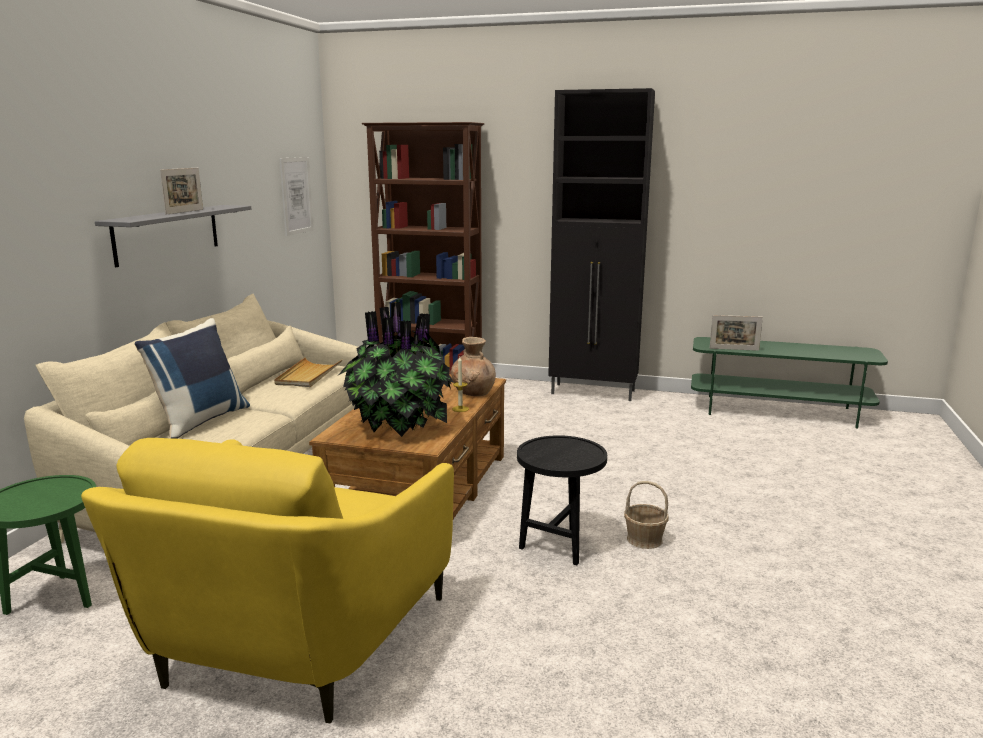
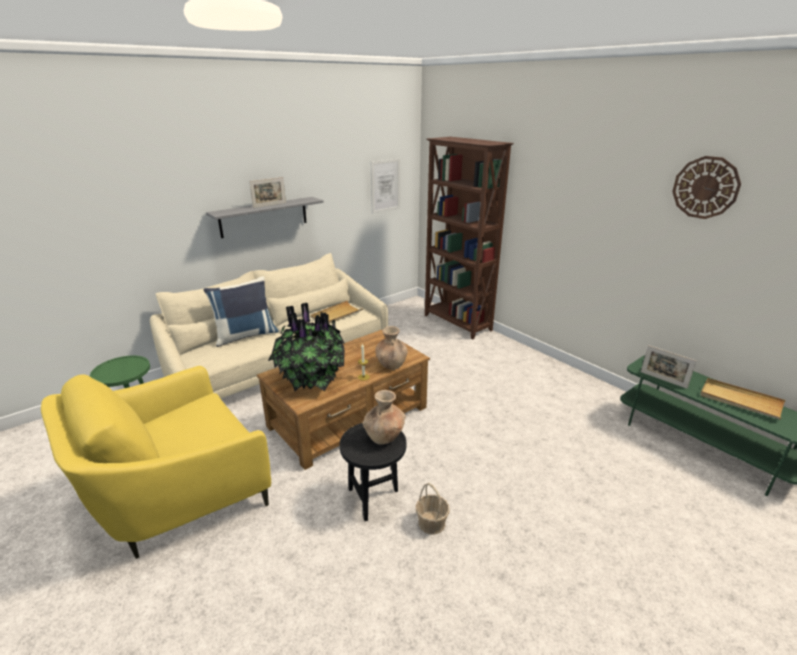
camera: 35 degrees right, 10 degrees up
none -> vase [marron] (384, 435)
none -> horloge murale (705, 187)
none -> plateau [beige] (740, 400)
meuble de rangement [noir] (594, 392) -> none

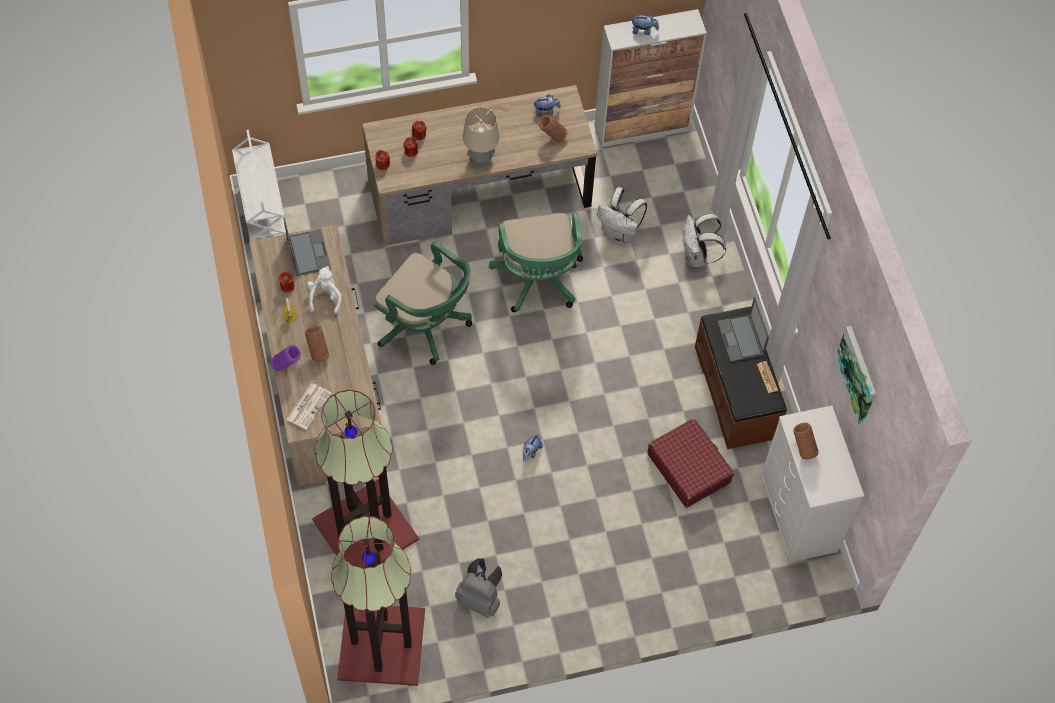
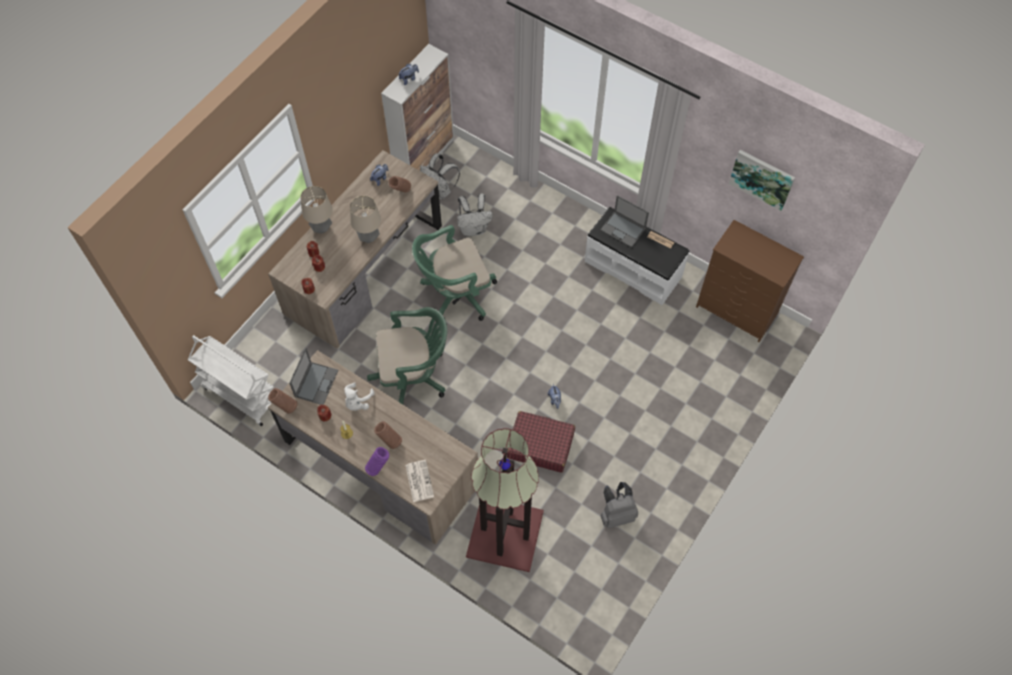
camera: 40 degrees left, 0 degrees up
vase [marron] (802, 449) -> vase [marron] (285, 407), relocated
ordinateur portable (308, 252) -> ordinateur portable (316, 383), 75 degrees clockwise
none -> lampe de table (321, 228)
peluche [blanc] (325, 297) -> peluche [blanc] (357, 402), 120 degrees counterclockwise
chaise de bureau [vert] (538, 281) -> chaise de bureau [vert] (455, 294), 120 degrees clockwise
sac à dos [blanc] (697, 256) -> sac à dos [blanc] (440, 191), relocated
valise [rouge] (688, 468) -> valise [rouge] (540, 445), relocated
banc [marron] (736, 392) -> banc [blanc] (633, 268)
commode [blanc] (798, 515) -> commode [marron] (737, 310)
lampadaire (380, 643) -> none

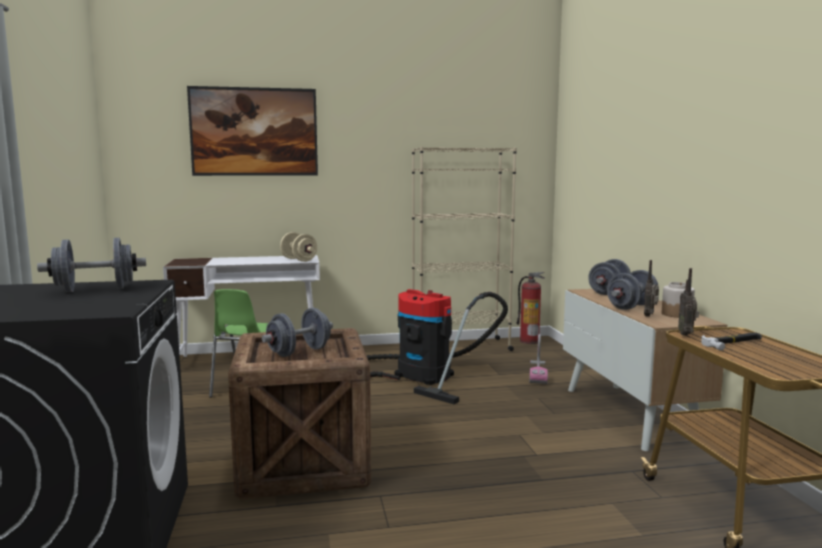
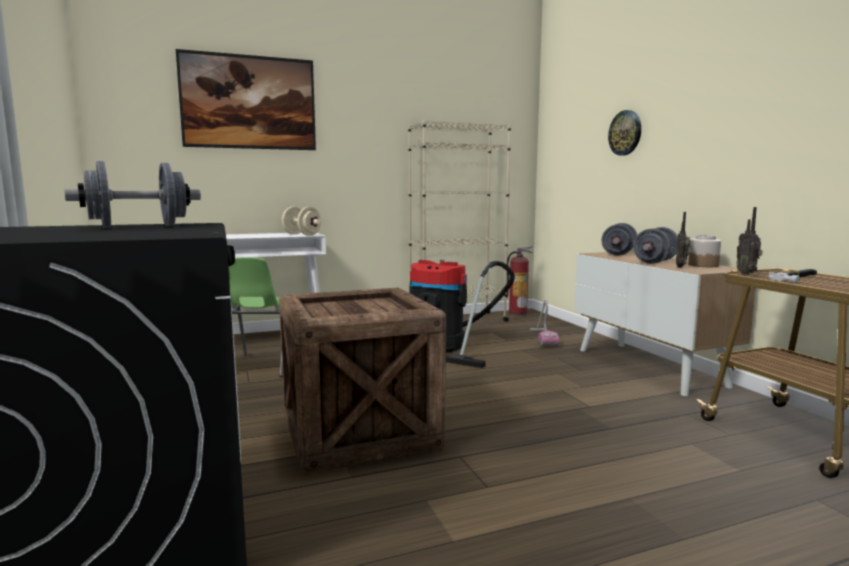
camera: 10 degrees left, 0 degrees up
none -> horloge murale (625, 133)
haltère [gris] (299, 352) -> none

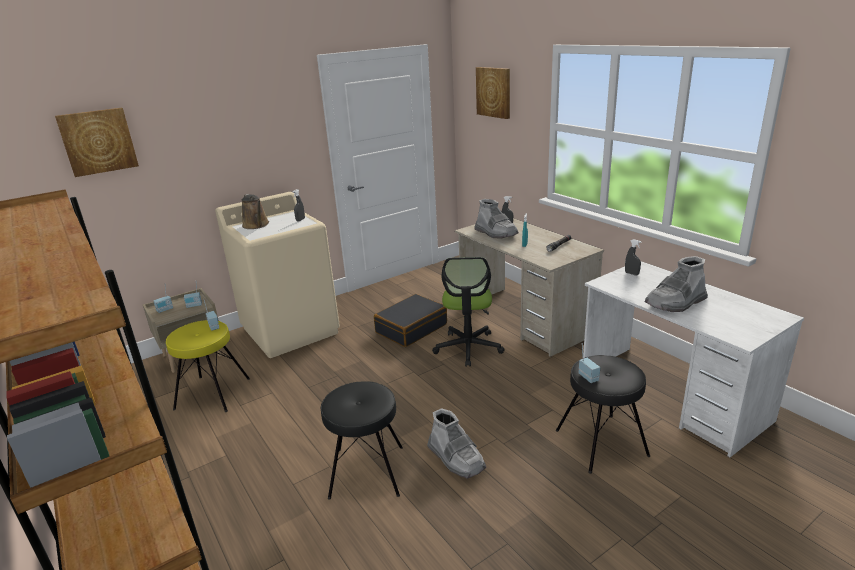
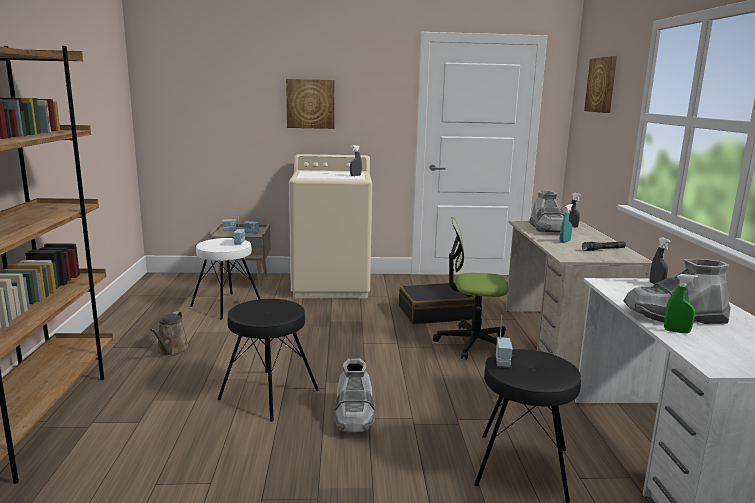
camera: 30 degrees right, 10 degrees down
arrosoir [marron] (256, 225) -> arrosoir [marron] (171, 351), relocated
tabouret [jaune] (212, 393) -> tabouret [blanc] (226, 305)
tableau (98, 141) -> tableau (310, 104), relocated
chaise de bureau (468, 348) -> chaise de bureau (472, 343), 60 degrees clockwise
none -> vaporisateur [vert] (676, 331)

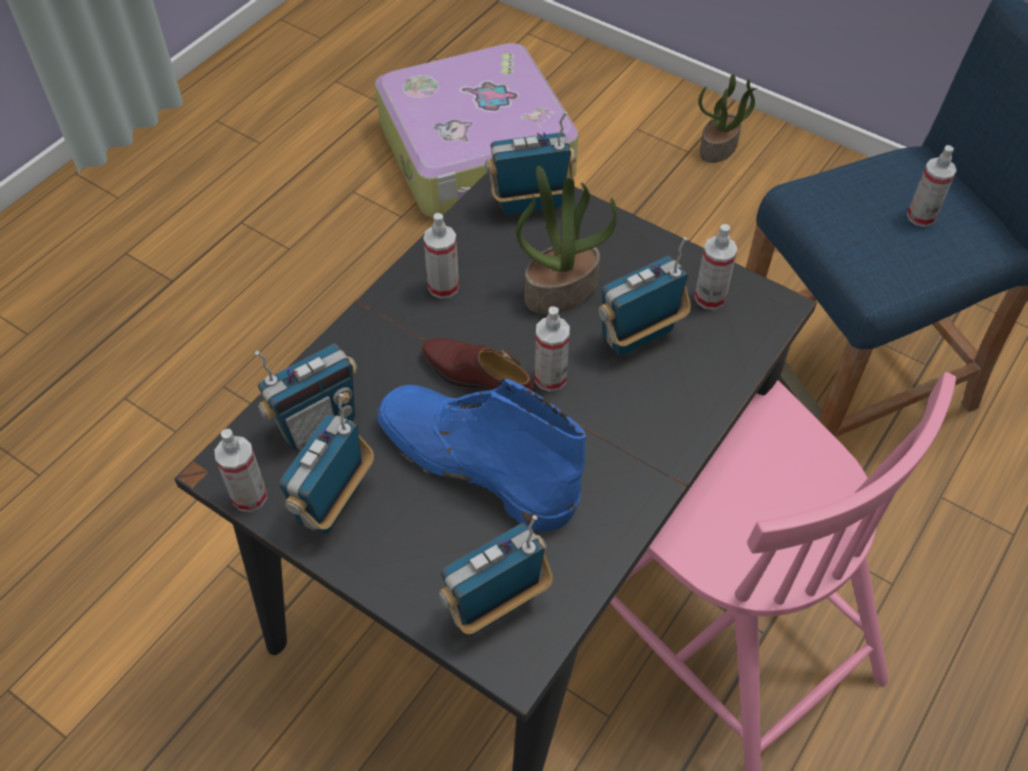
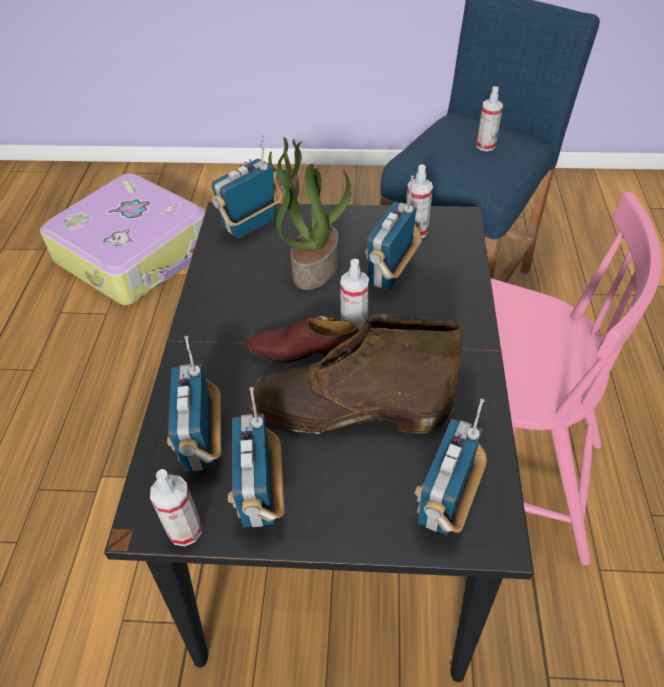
camera: 30 degrees left, 5 degrees down
radio (316, 424) -> radio (202, 444), 150 degrees clockwise
botte [bleu] (474, 463) -> botte [marron] (347, 409)
vaporisateur (443, 287) -> none

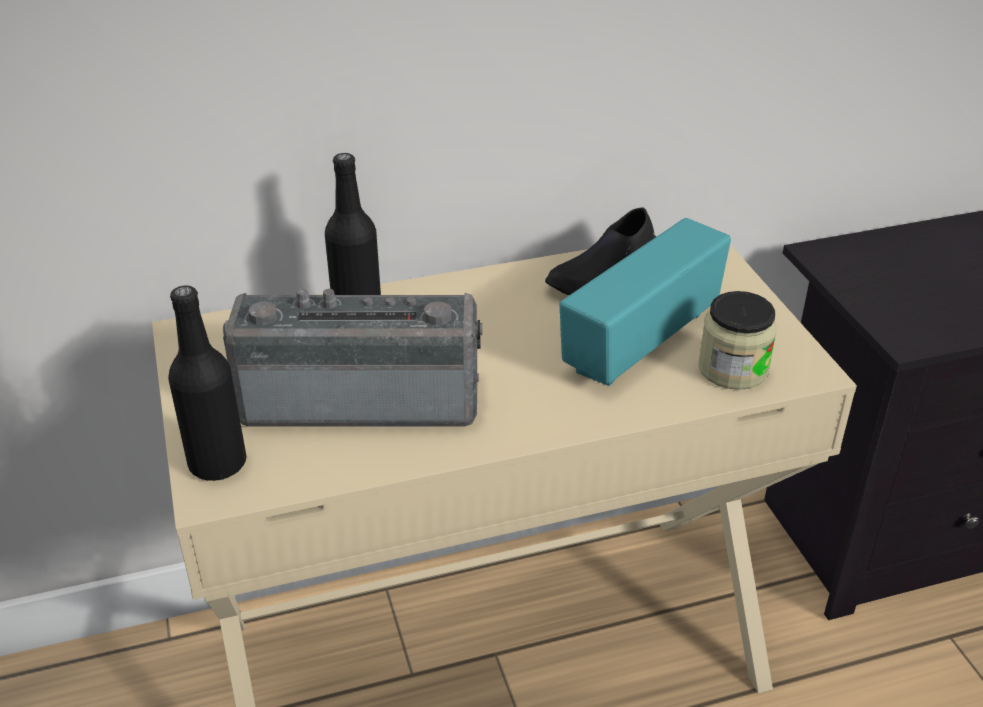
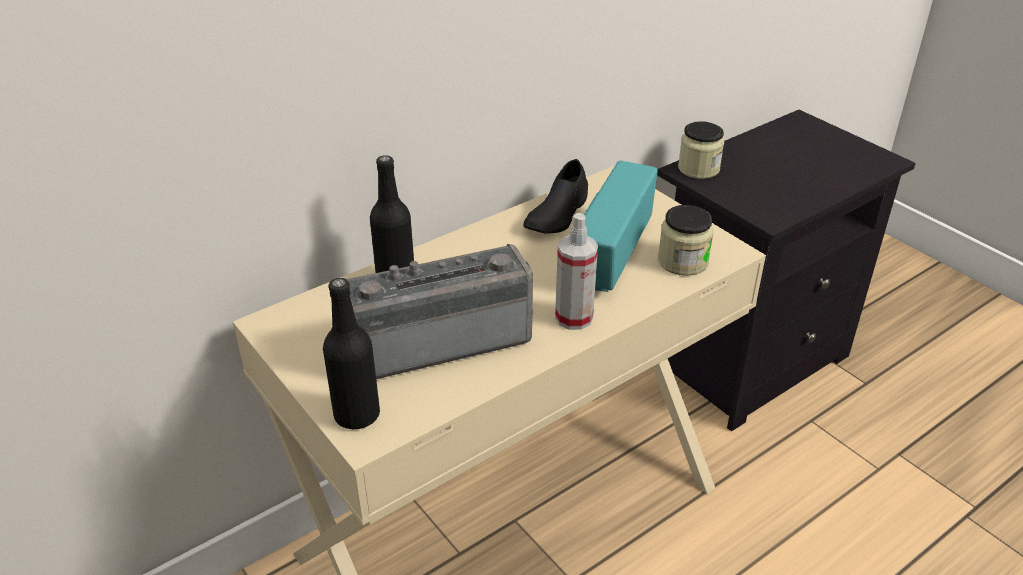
camera: 20 degrees left, 0 degrees up
none -> vaporisateur (574, 317)
none -> bocal (698, 169)

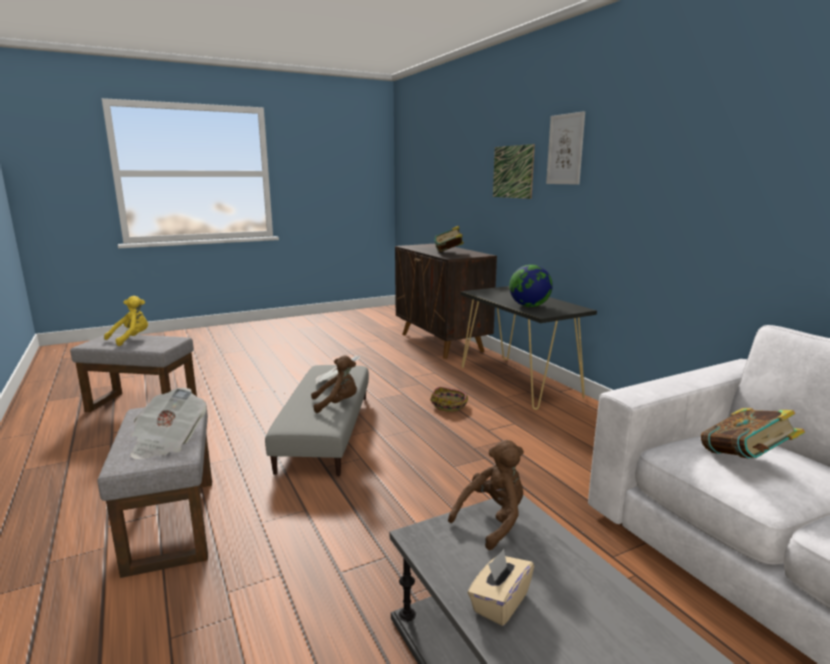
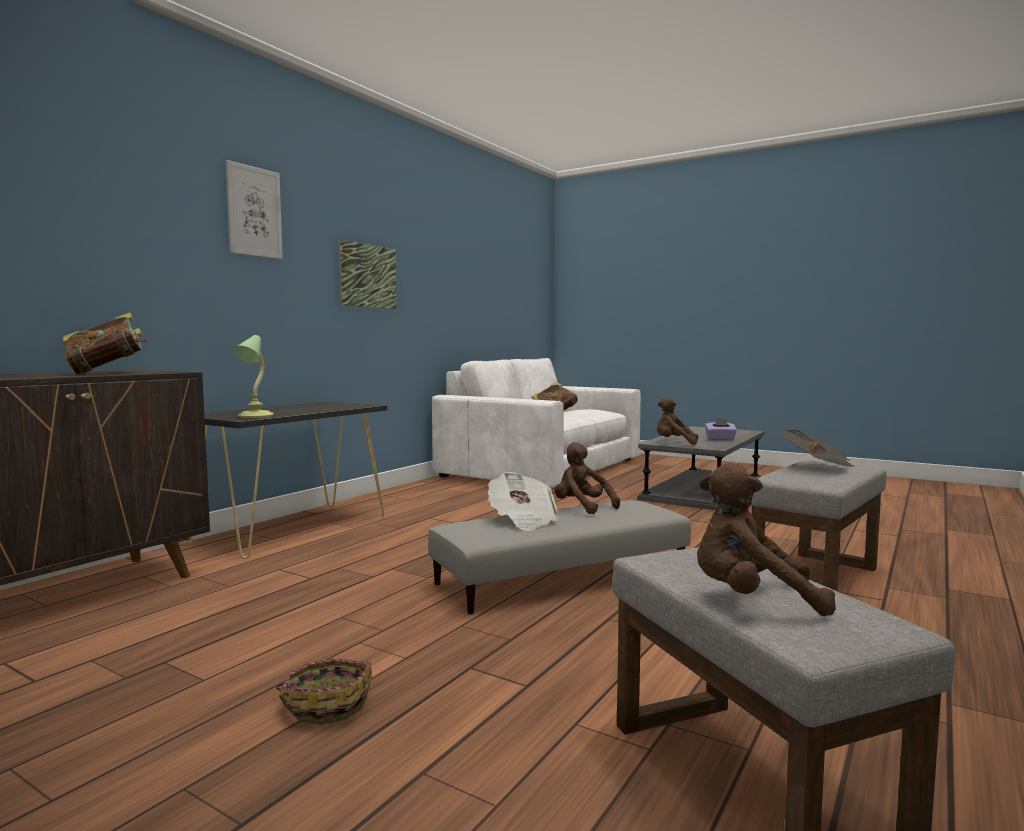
camera: 120 degrees left, 10 degrees down
none -> lampe de table (254, 416)
panier (450, 405) -> panier (326, 704), relocated
tableau (513, 172) -> tableau (368, 276), relocated
peluche [jaune] (131, 339) -> peluche [marron] (751, 600)
boîte à mouchoirs [beige] (499, 602) -> boîte à mouchoirs [violet] (720, 439)
globe (529, 306) -> none

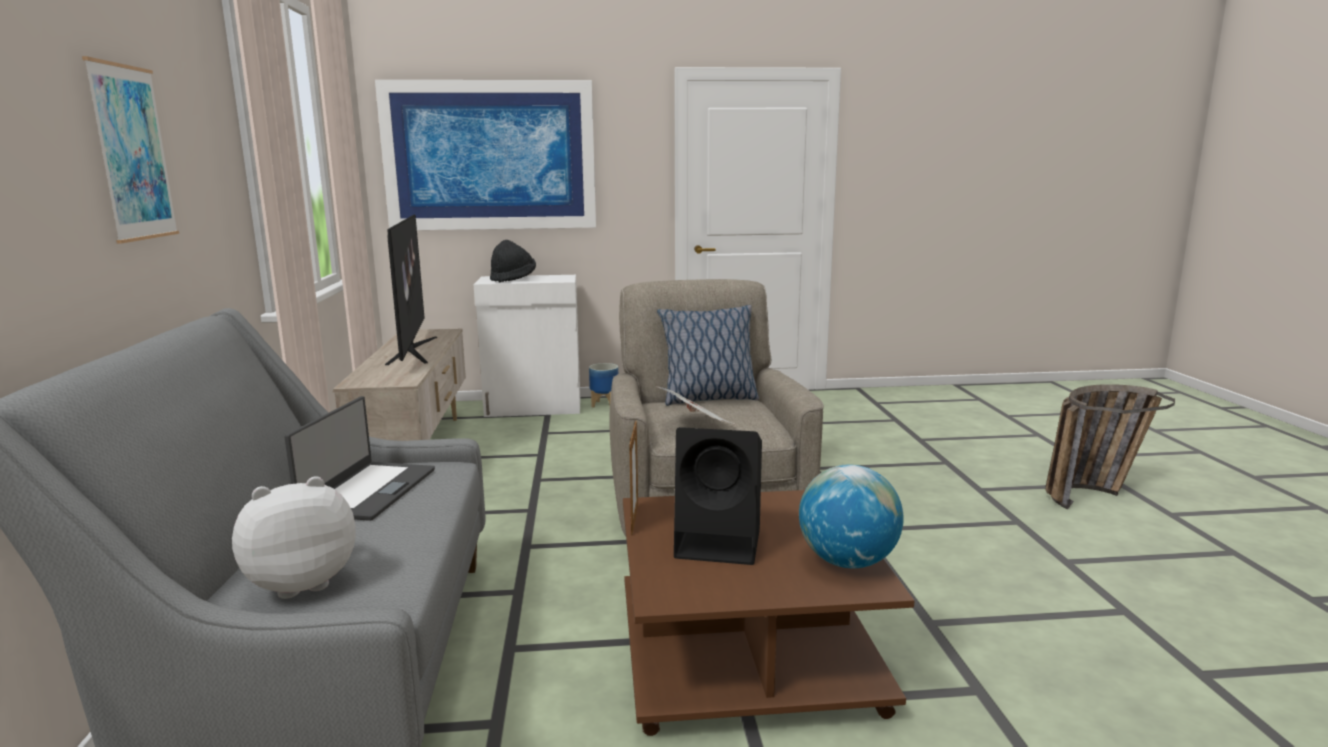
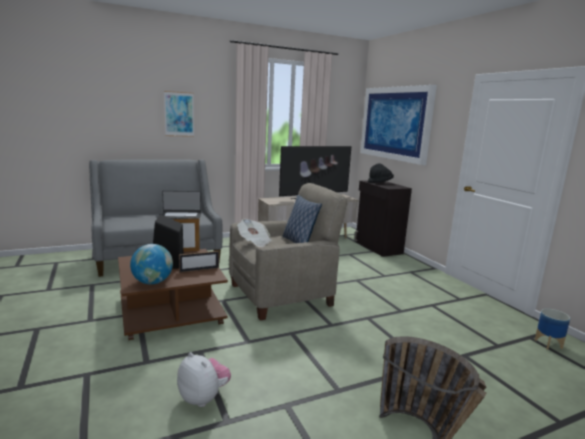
camera: 70 degrees right, 0 degrees up
peluche (301, 583) -> peluche (204, 398), relocated
none -> cadre photo (199, 270)
meuble de rangement [blanc] (534, 408) -> meuble de rangement [noir] (378, 247)
cache-pot (604, 404) -> cache-pot (548, 344), relocated

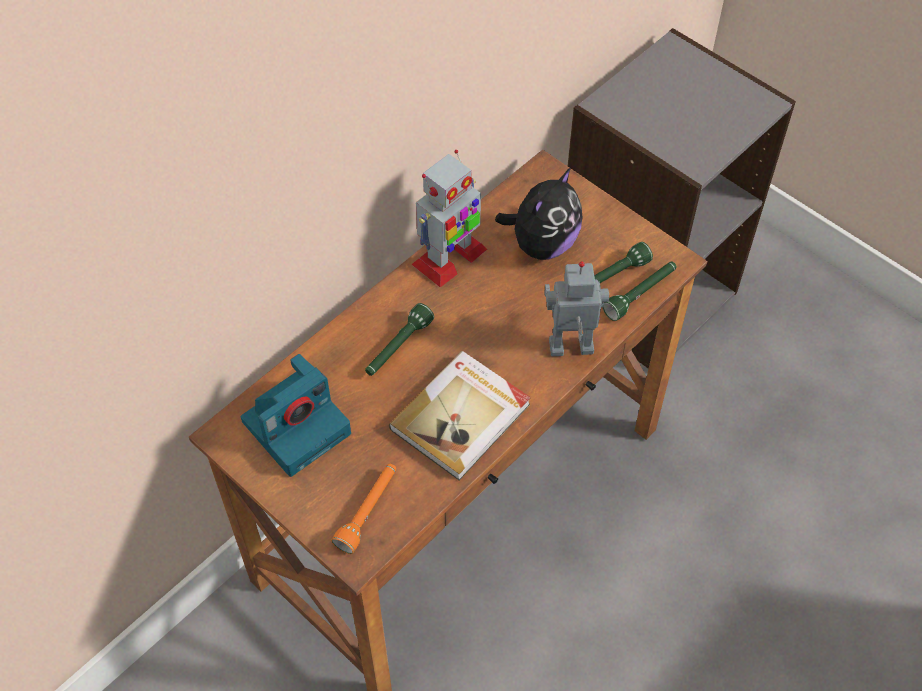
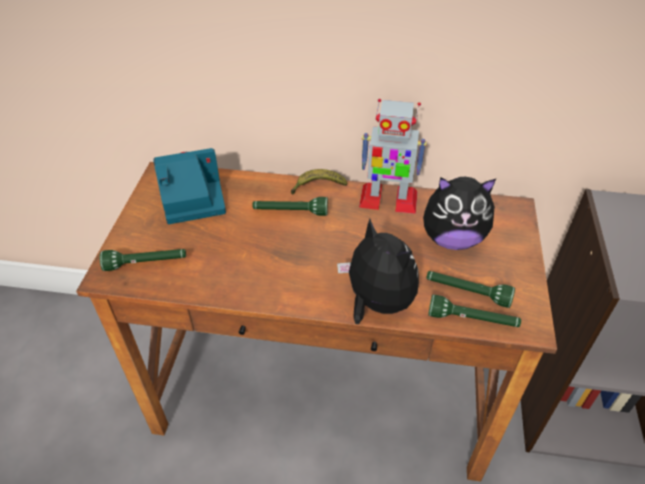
camera: 55 degrees right, 10 degrees down
lampe de poche [orange] (368, 511) -> lampe de poche [vert] (146, 264)
appareil photo (297, 425) -> appareil photo (191, 199), 150 degrees clockwise
none -> banane (317, 187)
robot jouet (571, 349) -> peluche (376, 303)
livre (462, 417) -> none

